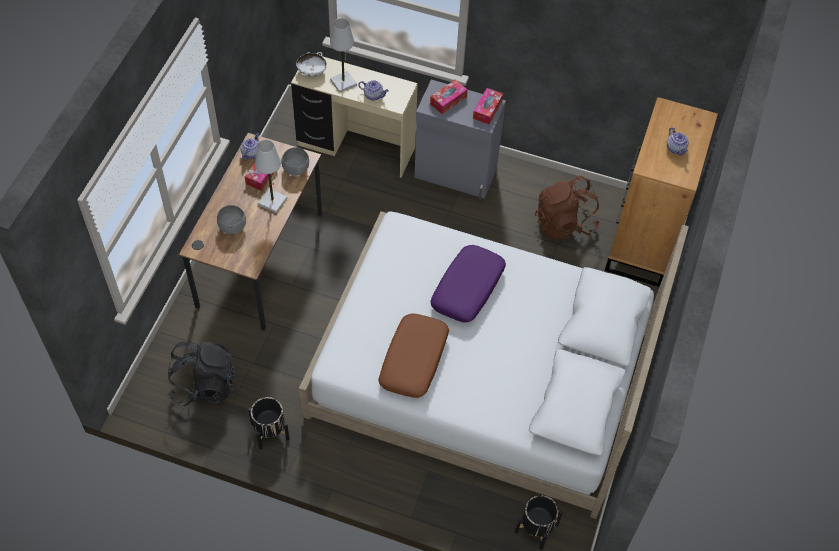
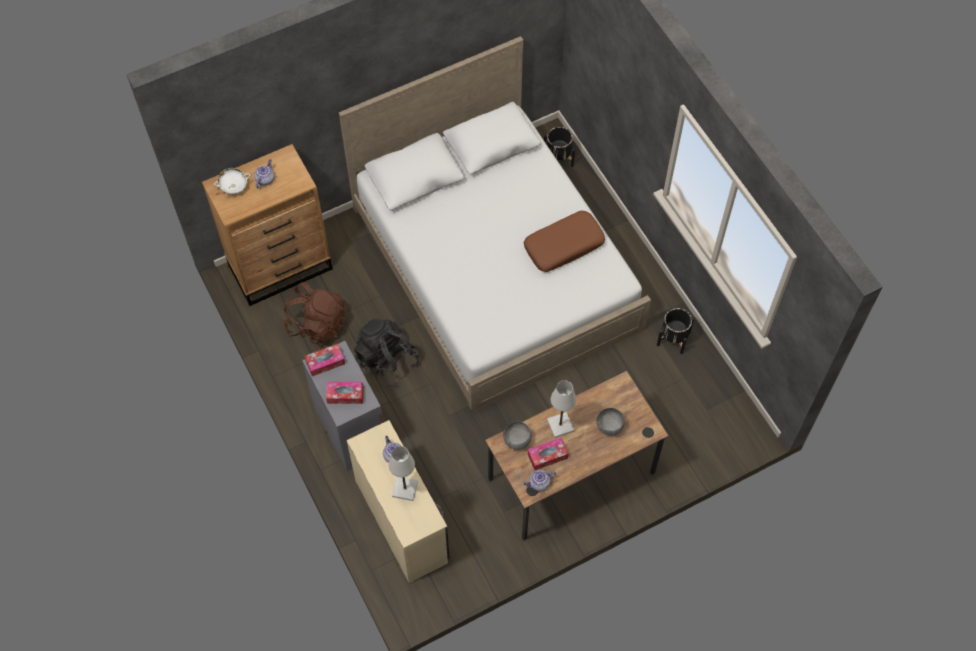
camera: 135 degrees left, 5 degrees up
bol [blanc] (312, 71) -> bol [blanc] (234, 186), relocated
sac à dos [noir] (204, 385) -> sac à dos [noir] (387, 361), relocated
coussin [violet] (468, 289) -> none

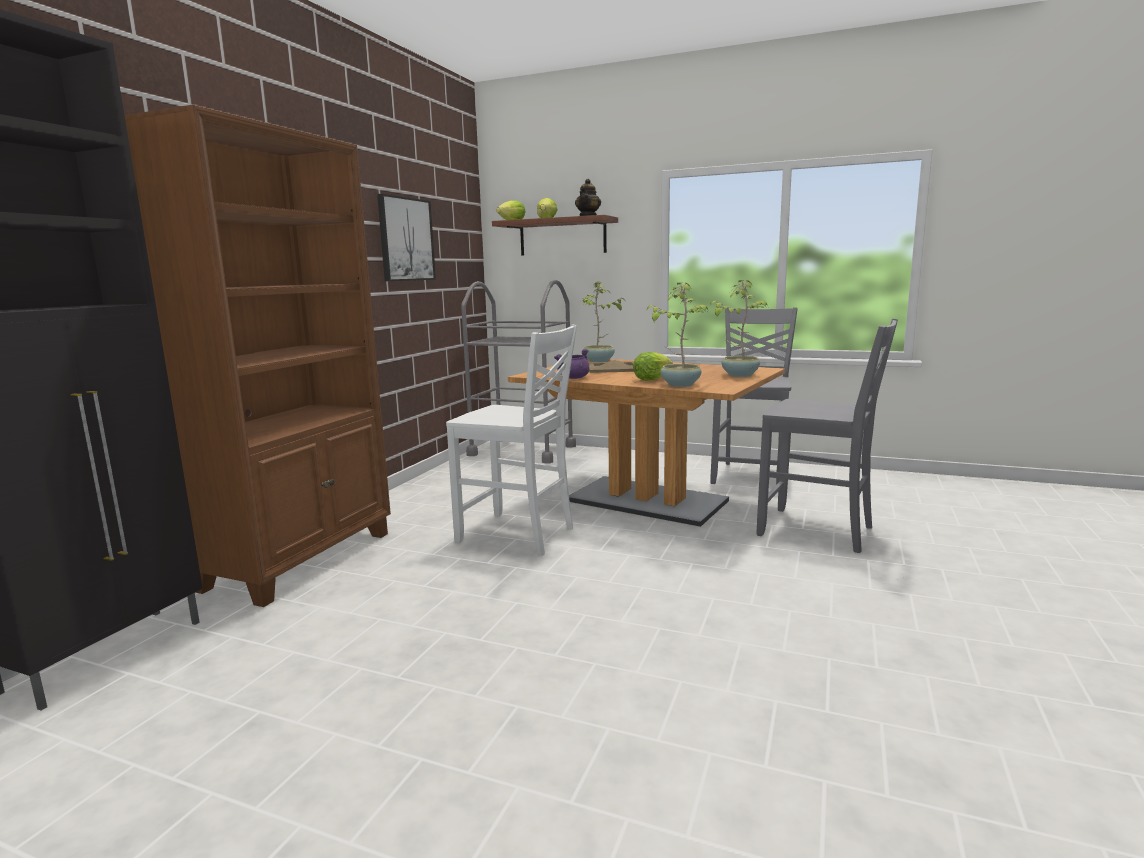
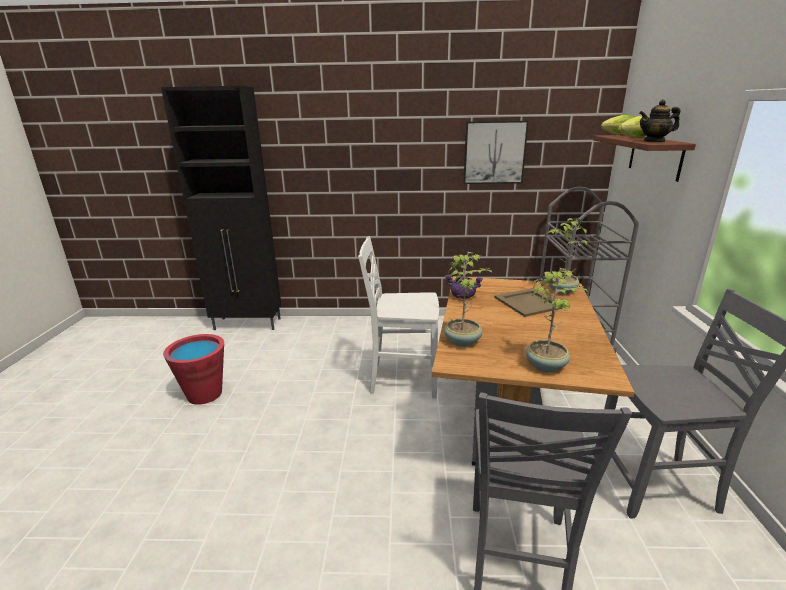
camera: 70 degrees right, 10 degrees up
none -> seau [rouge] (204, 394)
chaise [blanc] (518, 535) -> chaise [blanc] (402, 379), 90 degrees clockwise
bibliothèque [marron] (302, 560) -> none
laitue (651, 379) -> none

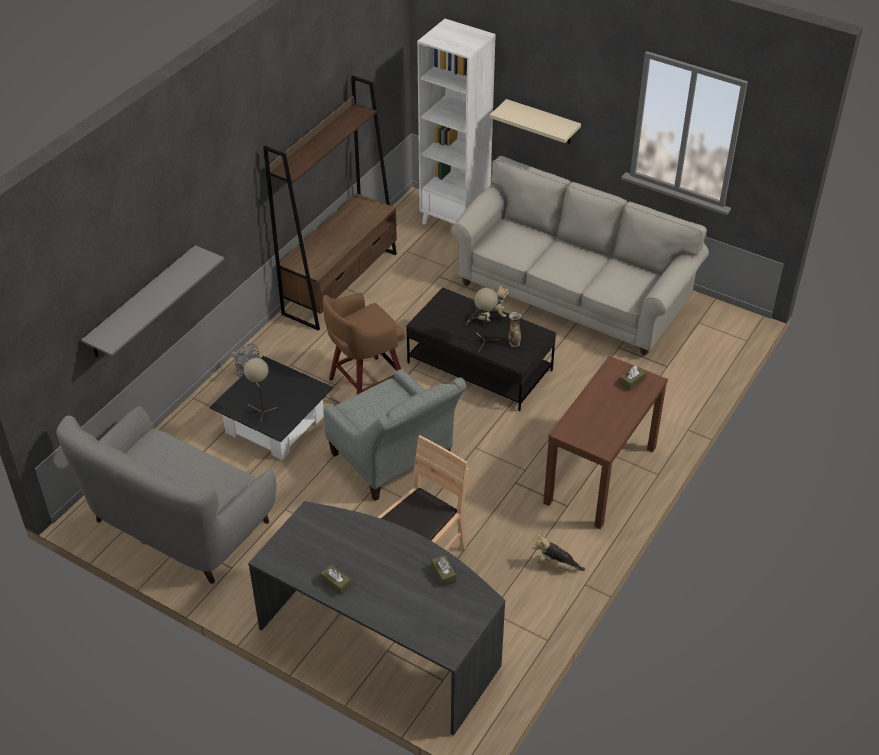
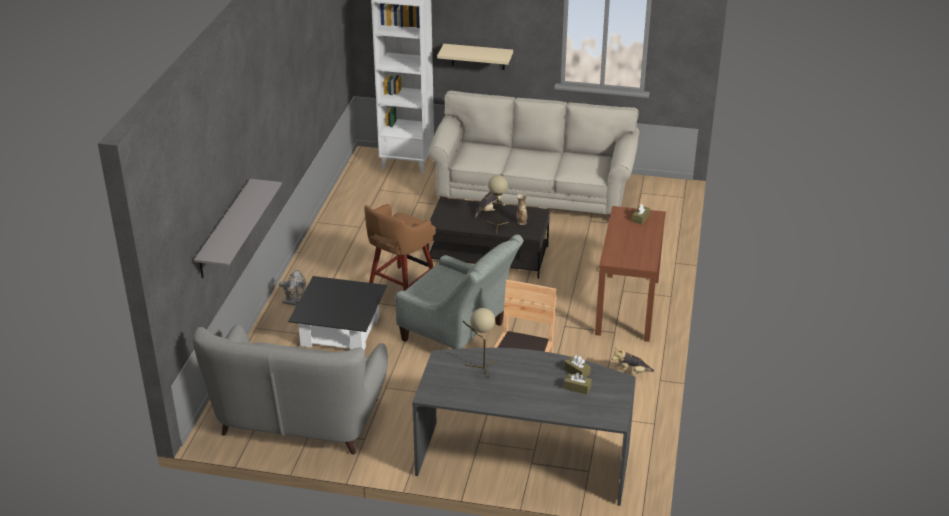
camera: 20 degrees left, 10 degrees down
lampe de table [beige] (261, 412) -> lampe de table [beige] (481, 367), relocated
boîte à mouchoirs [marron] (336, 583) -> boîte à mouchoirs [marron] (577, 388), relocated
bibliothèque [marron] (341, 283) -> none

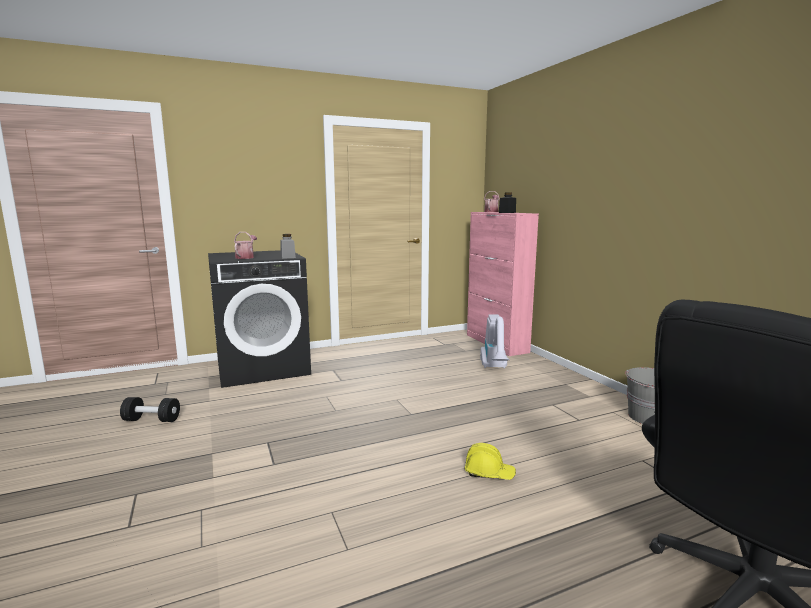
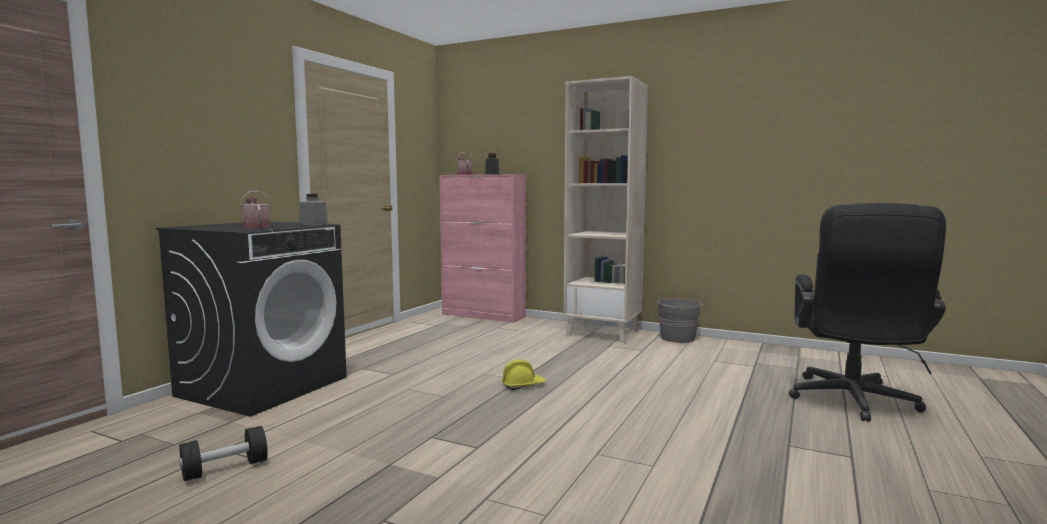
camera: 40 degrees left, 5 degrees down
casque de chantier [jaune] (489, 473) -> casque de chantier [jaune] (523, 385), relocated
none -> bibliothèque [beige] (603, 333)
aspirateur (495, 368) -> none

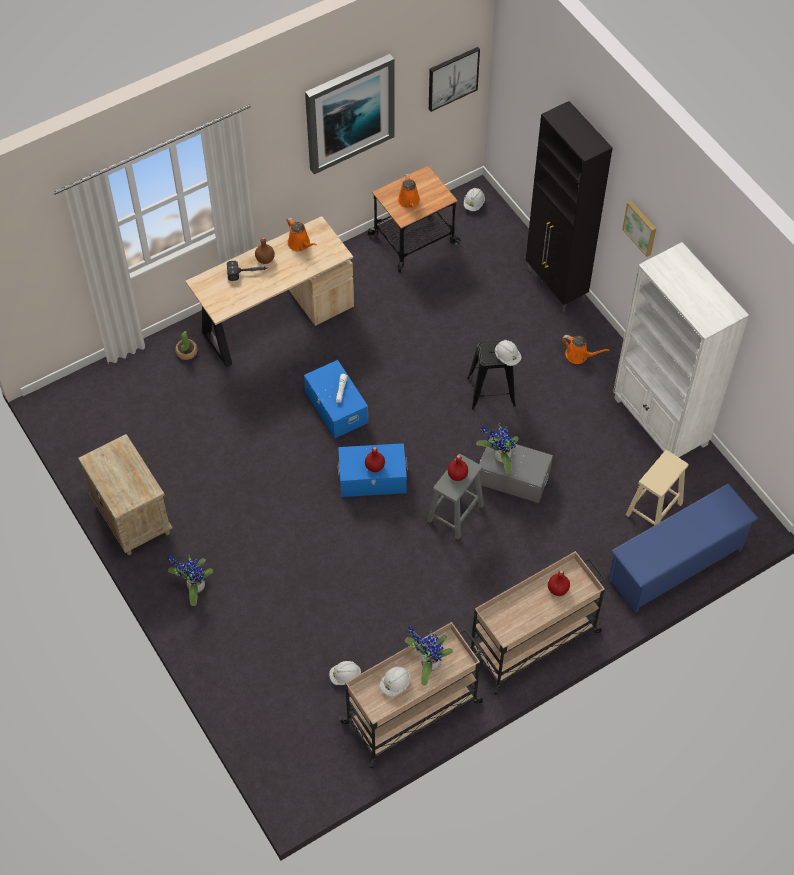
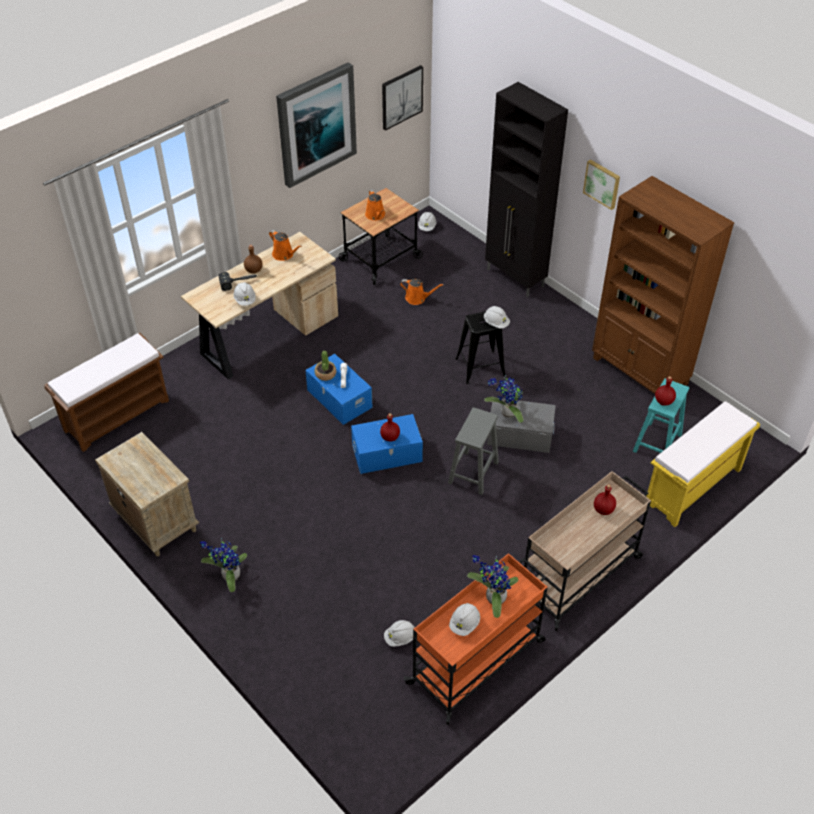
camera: 10 degrees left, 10 degrees down
none -> banc [marron] (117, 414)
none -> casque de chantier [blanc] (245, 300)
plante en pot (186, 352) -> plante en pot (325, 374), relocated
arrosoir [orange] (579, 355) -> arrosoir [orange] (417, 298), relocated
chariot [beige] (413, 711) -> chariot [orange] (477, 661)
bibliothèque [blanc] (660, 422) -> bibliothèque [marron] (640, 372)
tabouret [beige] (653, 510) -> tabouret [turquoise] (657, 443)
étagère à chaussures [bleu] (675, 565) -> banc [jaune] (692, 487)
bouteille [rouge] (457, 475) -> bouteille [rouge] (663, 401), relocated

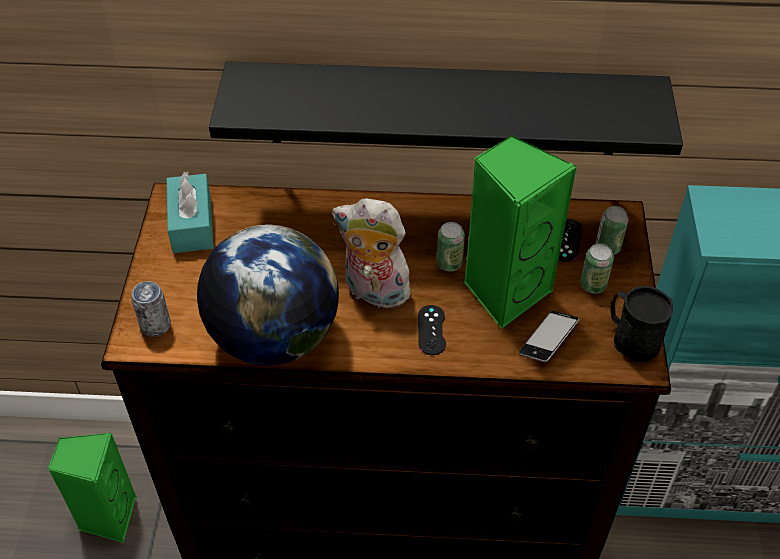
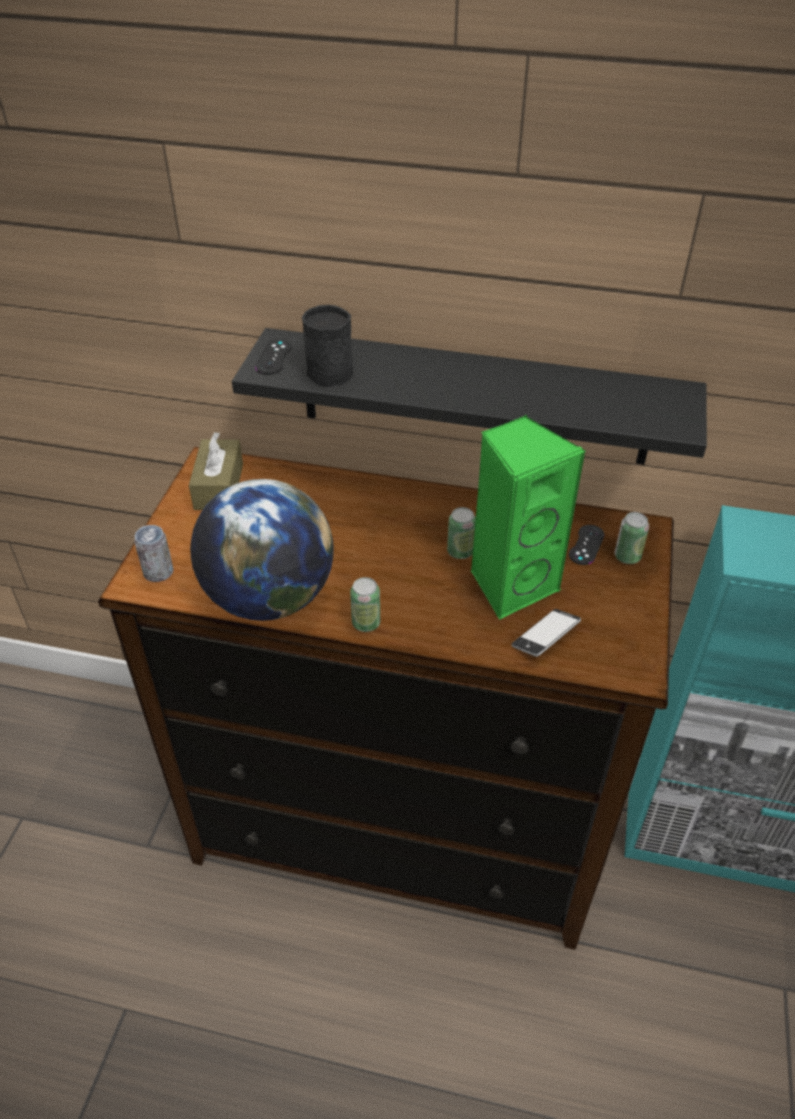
camera: 10 degrees right, 5 degrees down
boîte à mouchoirs [turquoise] (192, 224) -> boîte à mouchoirs [marron] (219, 486)
manette [noir] (431, 330) -> manette [noir] (274, 357), relocated
mug [noir] (631, 339) -> mug [noir] (326, 370), relocated
boîte métallique (593, 285) -> boîte métallique (366, 623), relocated
enceinte [vert] (108, 517) -> none
peluche (373, 292) -> none

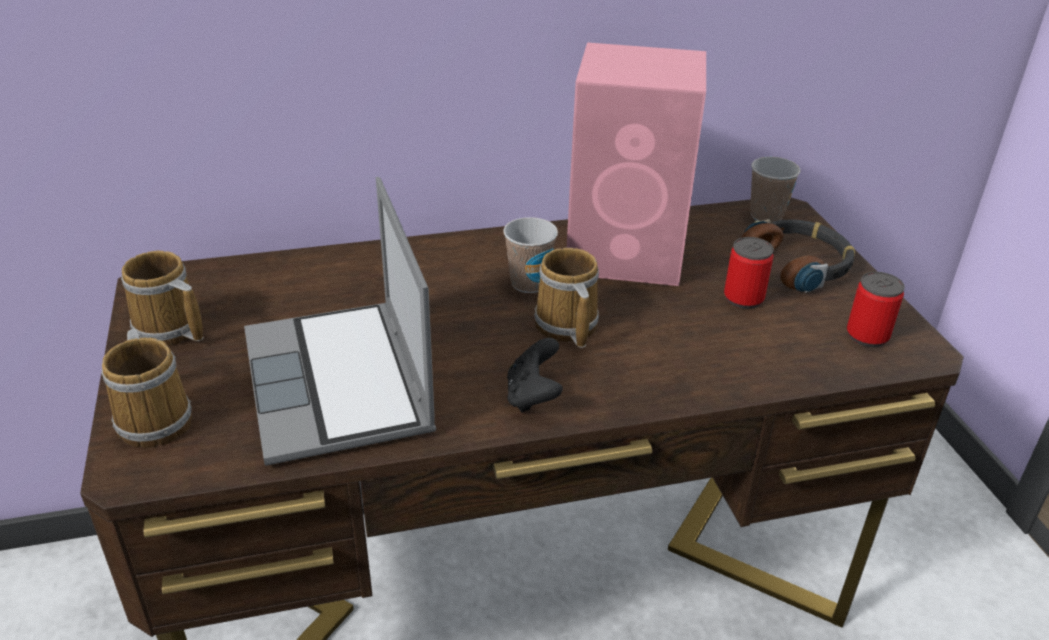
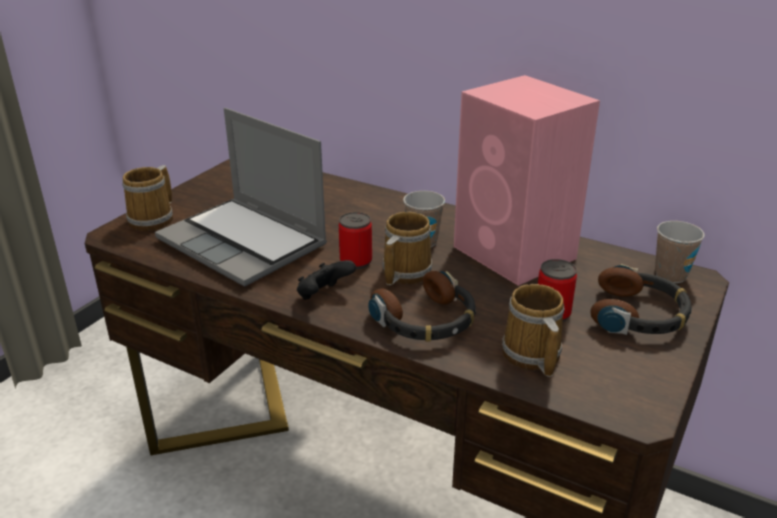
camera: 45 degrees right, 5 degrees down
ordinateur portable (341, 385) -> ordinateur portable (245, 243), 75 degrees counterclockwise
boîte métallique (867, 336) -> boîte métallique (356, 261), relocated
none -> casque audio (426, 320)
mug (169, 331) -> mug (530, 356), relocated

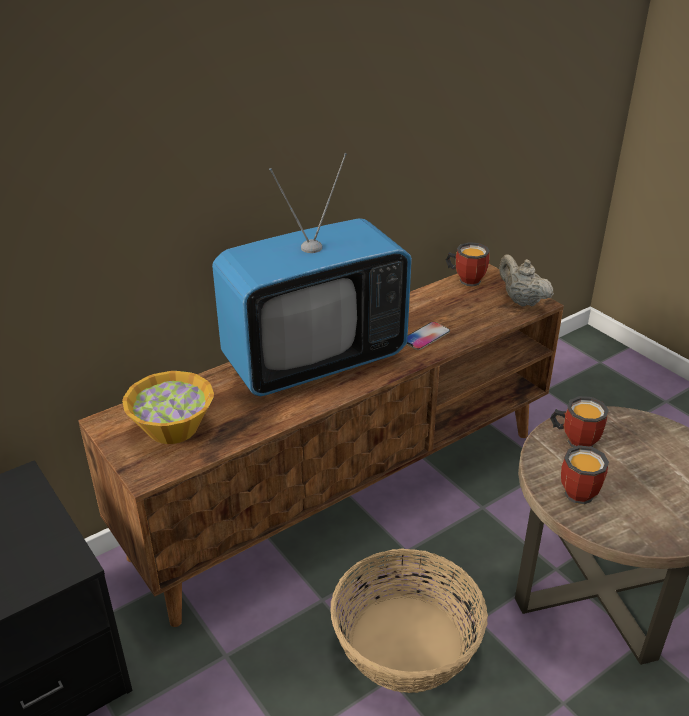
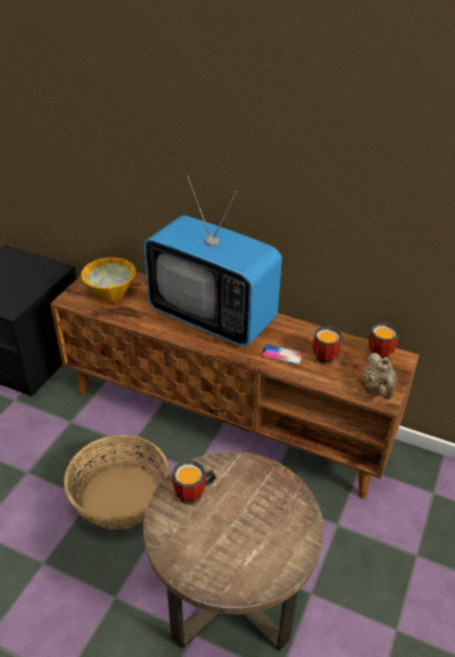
camera: 60 degrees right, 5 degrees up
mug (575, 439) -> mug (325, 355), relocated
théière [beige] (521, 301) -> théière [beige] (378, 390), 150 degrees clockwise

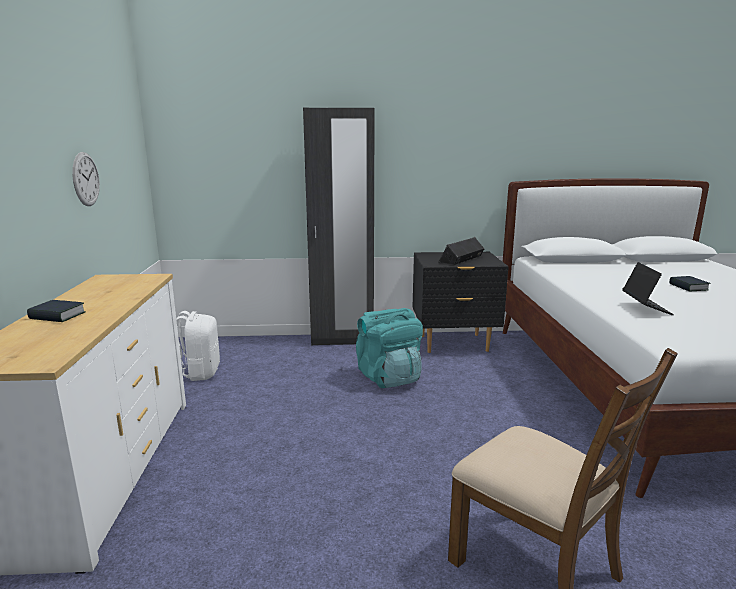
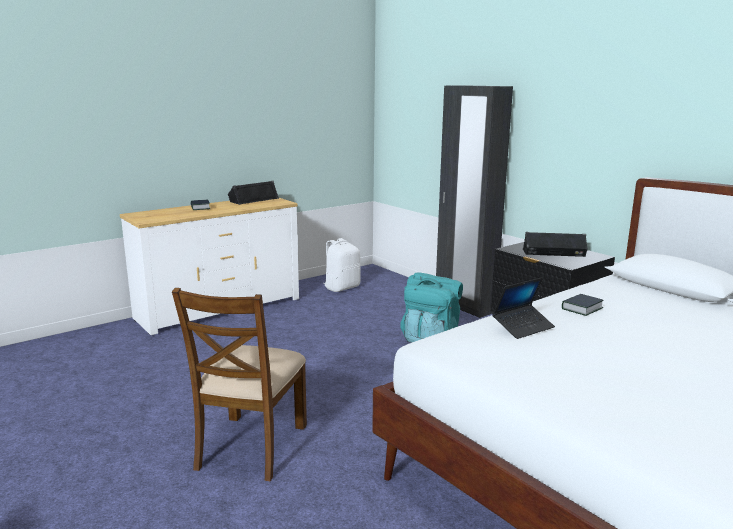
camera: 55 degrees right, 0 degrees up
none -> enceinte [noir] (253, 200)
livre (688, 287) -> livre (582, 308), relocated
horloge murale (86, 179) -> none

